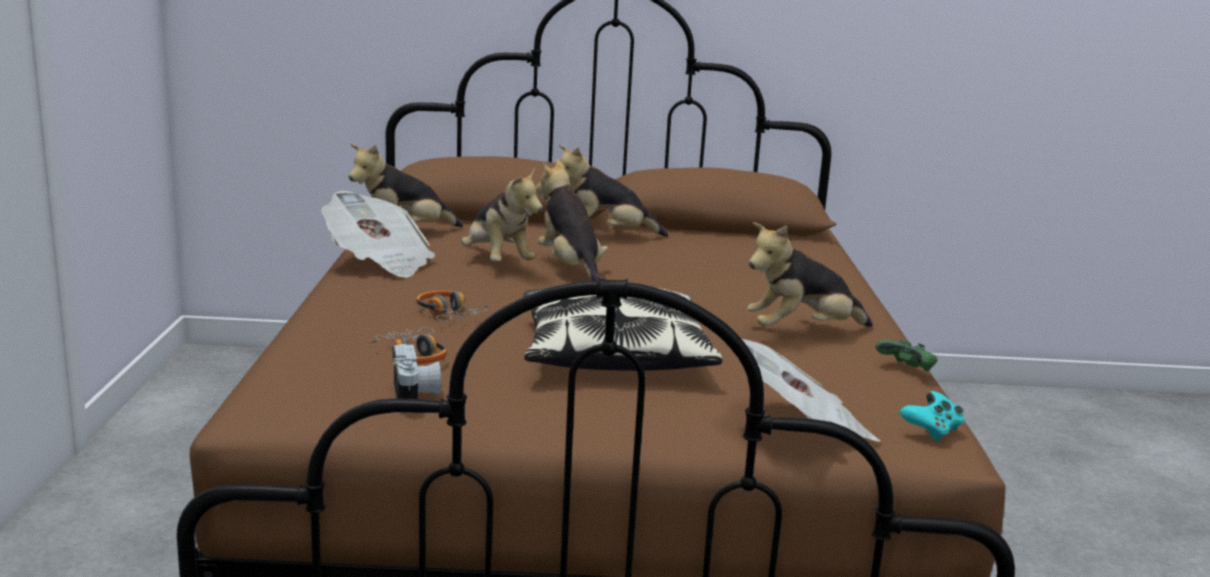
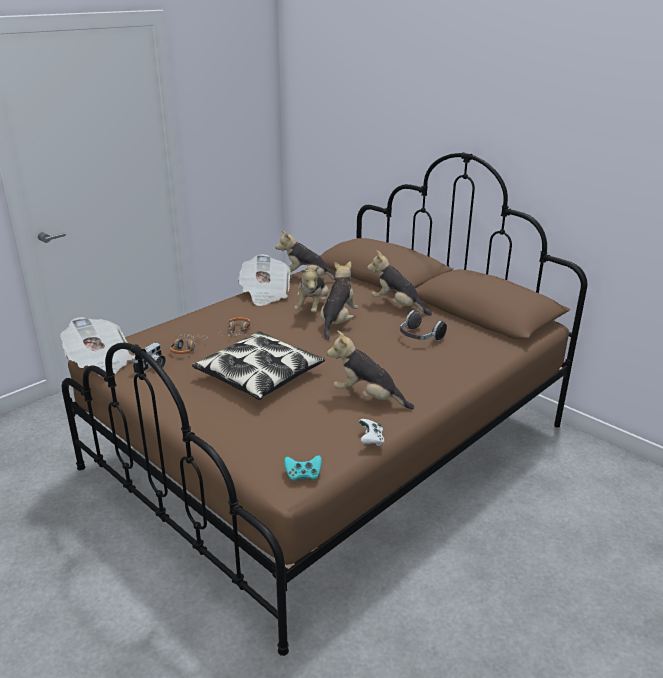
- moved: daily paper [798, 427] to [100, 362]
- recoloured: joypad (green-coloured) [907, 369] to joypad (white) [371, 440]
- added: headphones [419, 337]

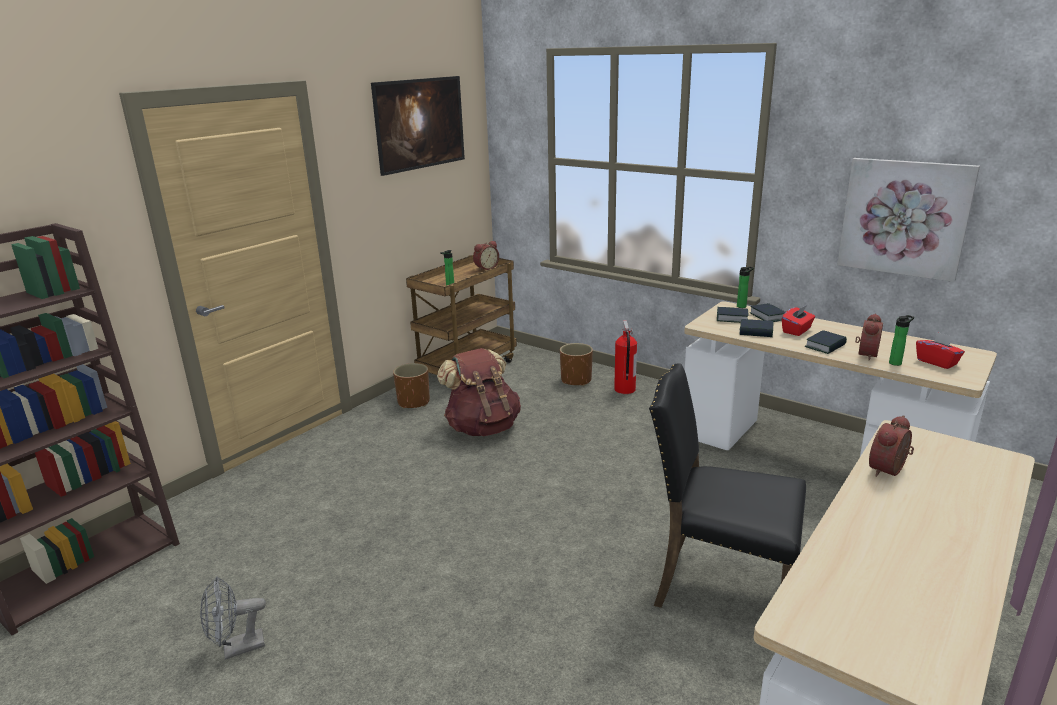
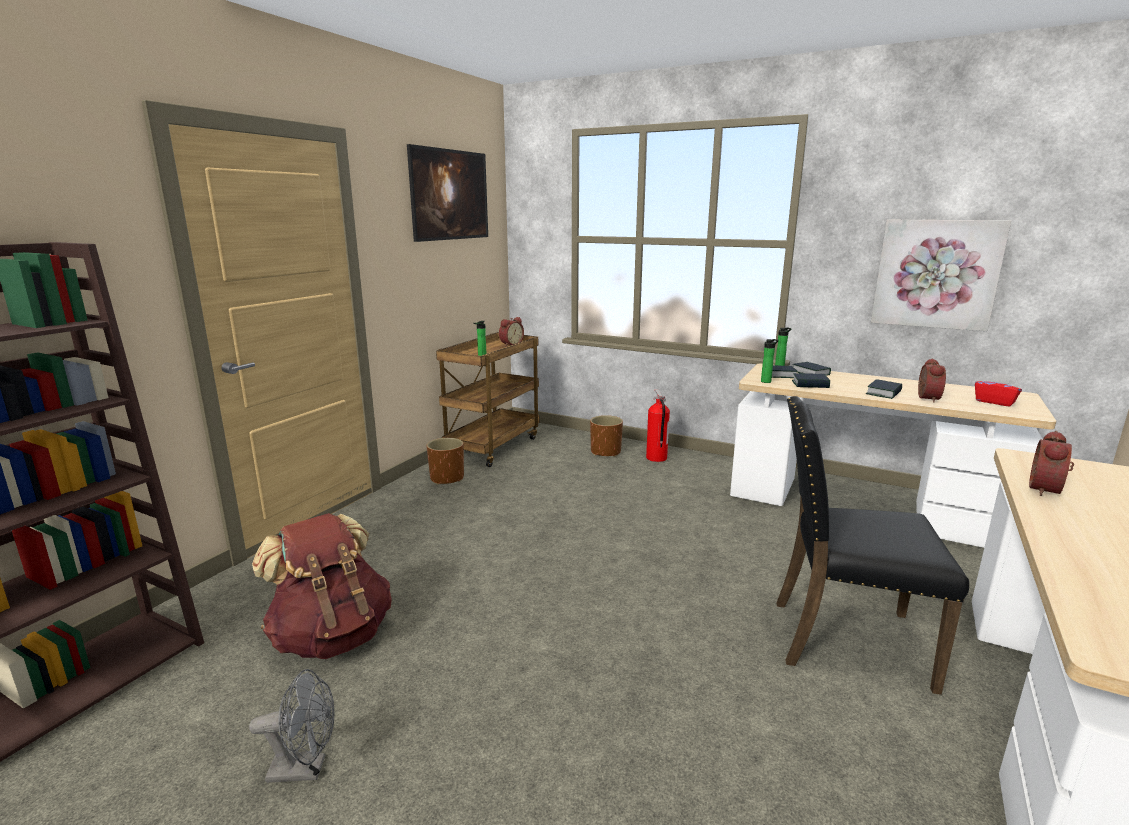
- turned: cooling fan (gray) [237, 649] = [306, 768] 150 degrees counterclockwise
- moved: knapsack (brown-coloured) [482, 427] to [332, 636]
- removed: tissue holder (red-coloured) [797, 330]
- moved: beverage bottle [896, 363] to [767, 381]

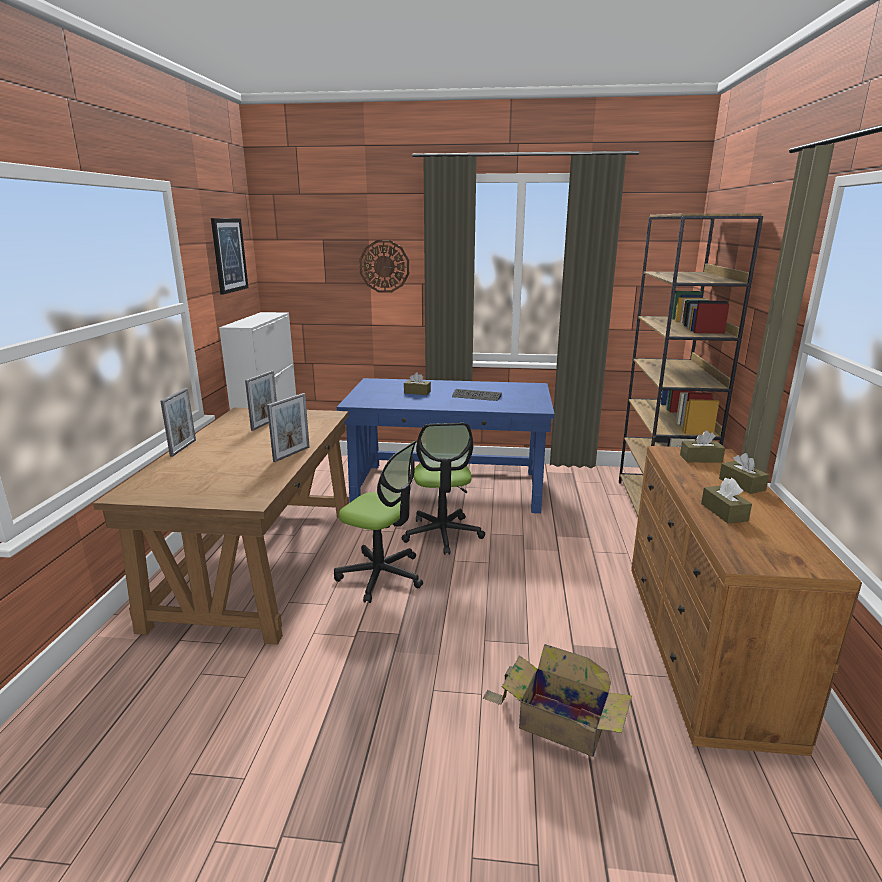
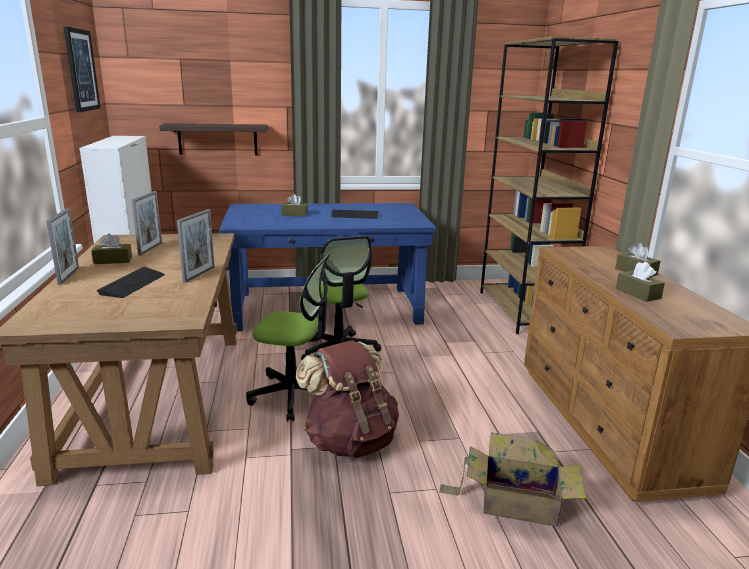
- removed: hanging clock [384, 266]
- moved: tissue holder (brown-coloured) [700, 458] to [113, 260]
- added: computer keyboard [132, 284]
- added: shelf [218, 139]
- added: knapsack (brown-coloured) [350, 440]

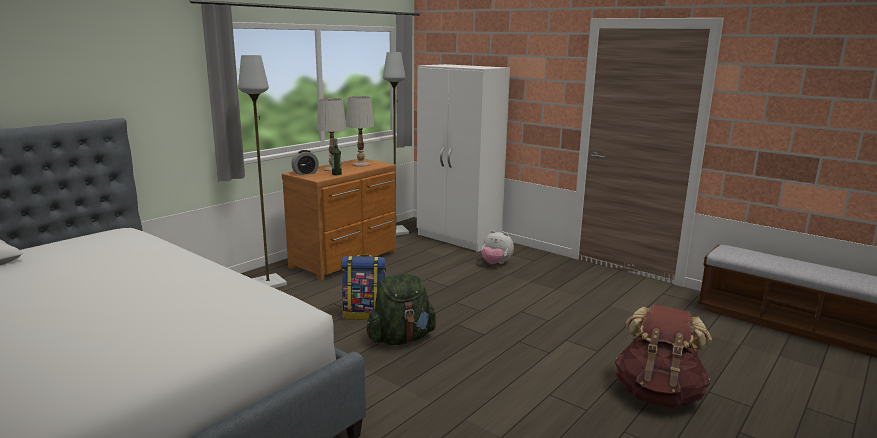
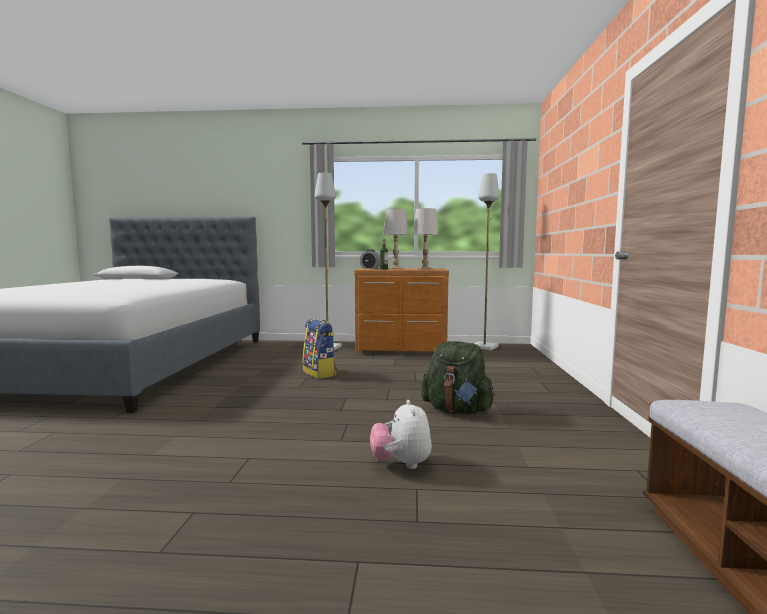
- moved: knapsack (green-coloured) [401, 339] to [457, 410]
- removed: armoire (white) [459, 238]
- moved: cuddly toy [496, 264] to [401, 464]
- removed: knapsack (brown-coloured) [658, 394]

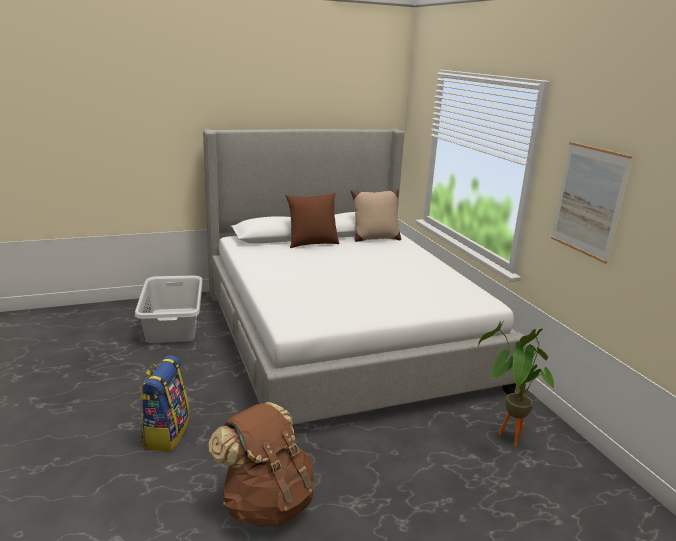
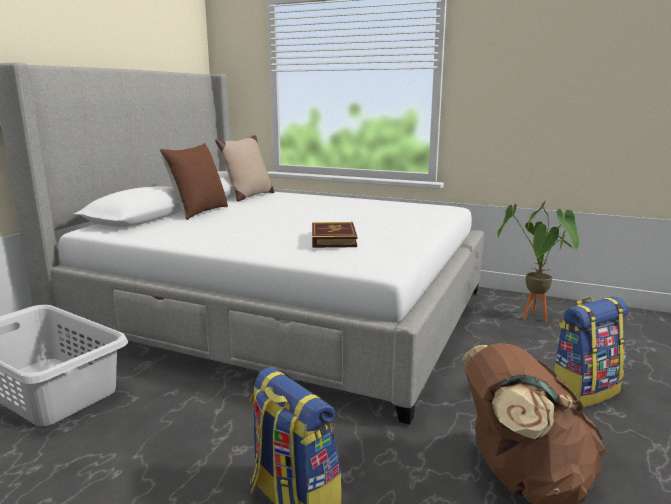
- removed: wall picture [588, 201]
- added: volume [333, 239]
- added: knapsack [583, 391]

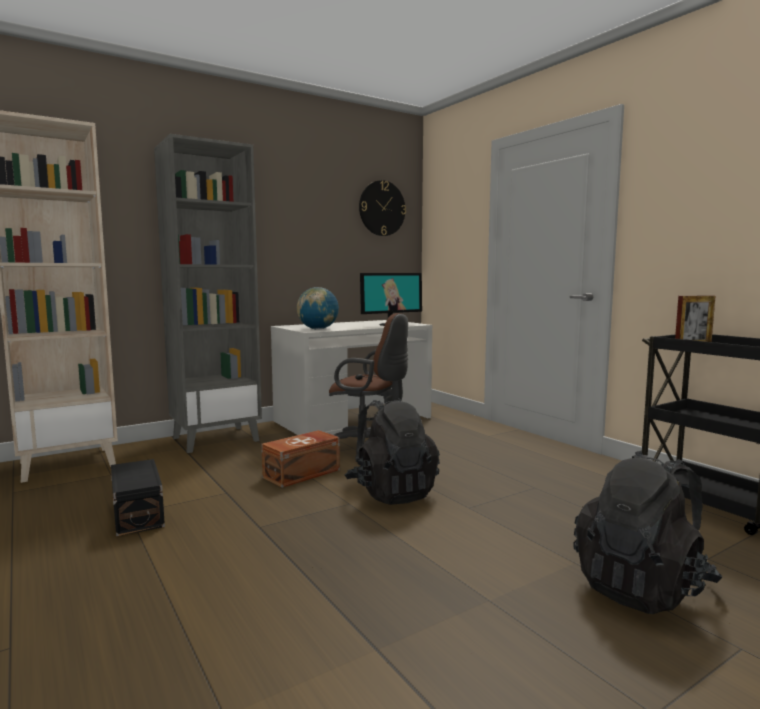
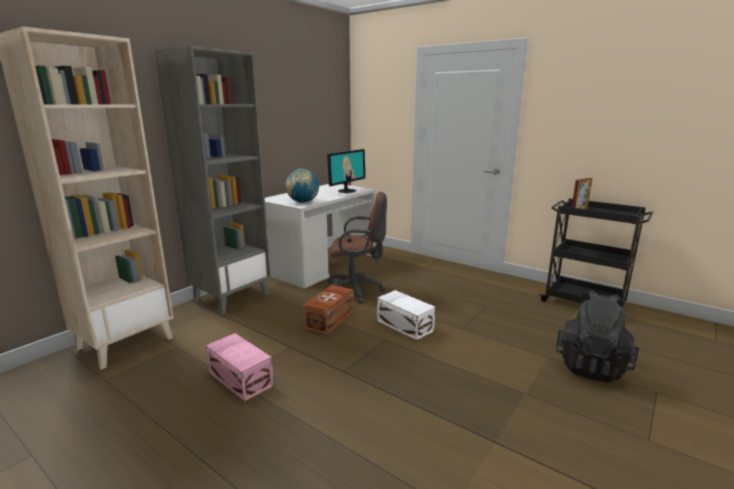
- recoloured: storage bin (black) [139, 513] to storage bin (pinkish) [241, 378]
- replaced: knapsack (black) [391, 492] to storage bin (white) [404, 325]
- removed: hanging clock [382, 208]

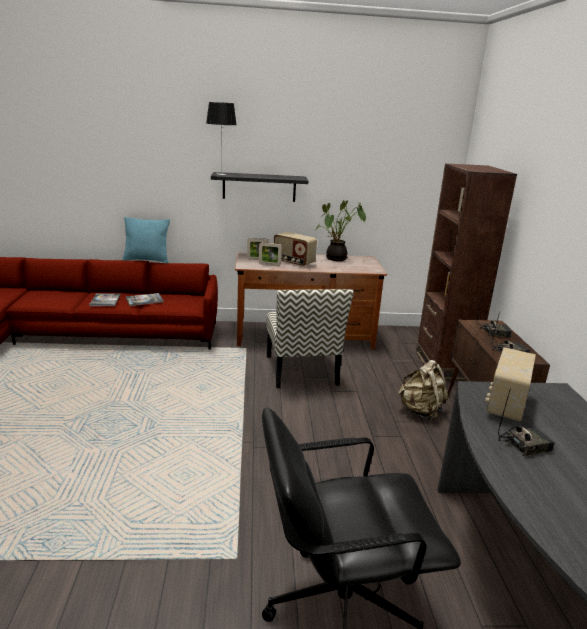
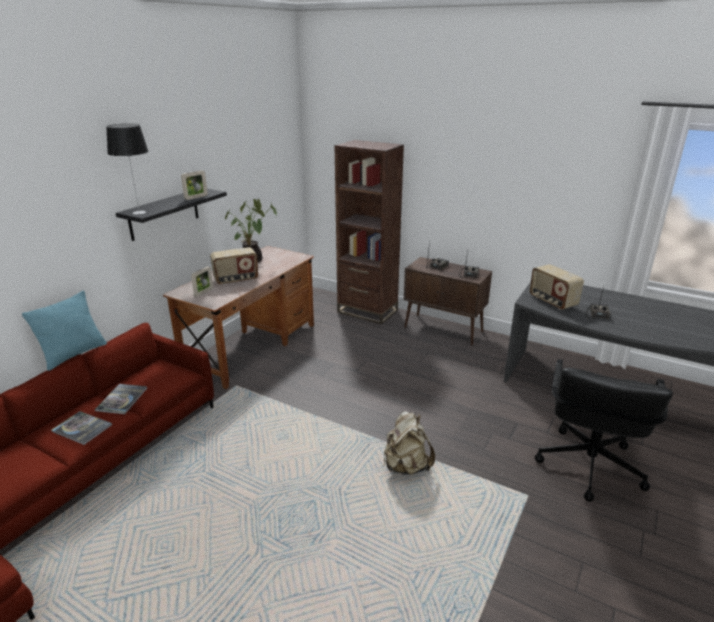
- moved: picture frame [269, 264] to [196, 197]
- removed: upright chair [302, 371]
- moved: knapsack (beige-coloured) [420, 411] to [406, 466]

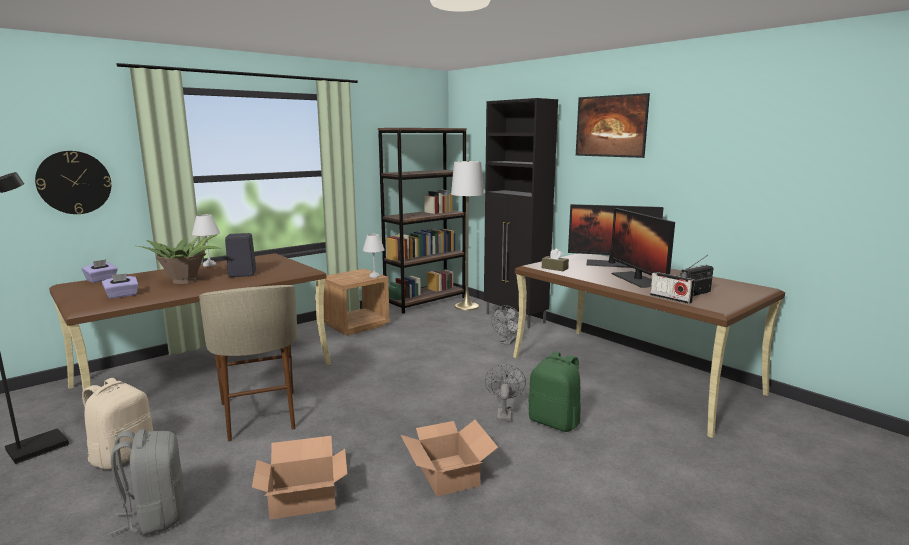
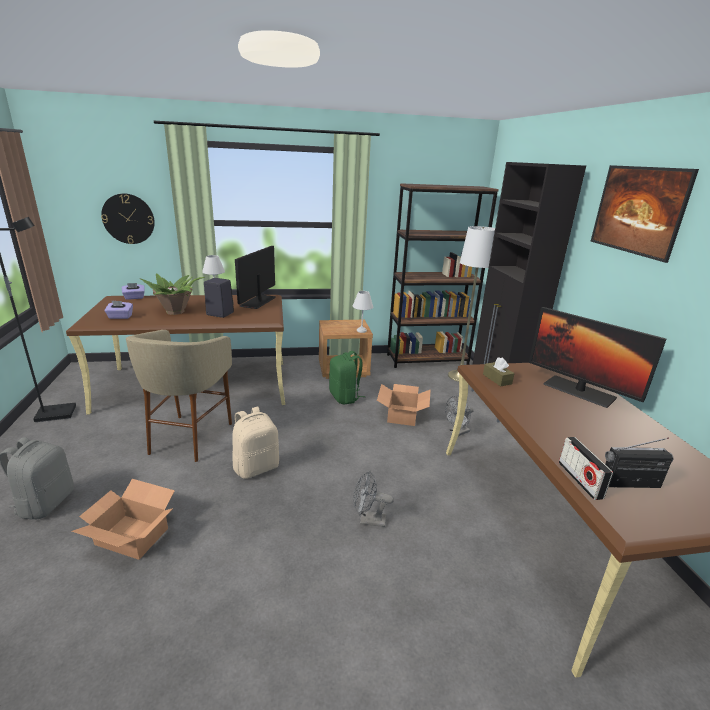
- moved: knapsack (beige-coloured) [122, 455] to [256, 467]
- moved: packing box [449, 474] to [402, 414]
- turned: cooling fan (gray) [503, 413] = [368, 520] 120 degrees counterclockwise
- moved: knapsack (green-coloured) [555, 422] to [345, 397]
- moved: monitor [636, 279] to [258, 301]

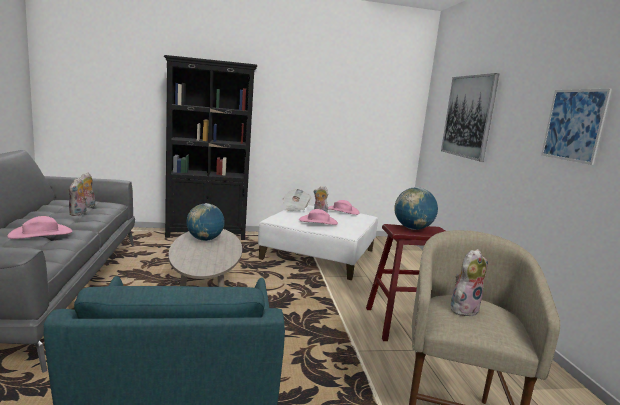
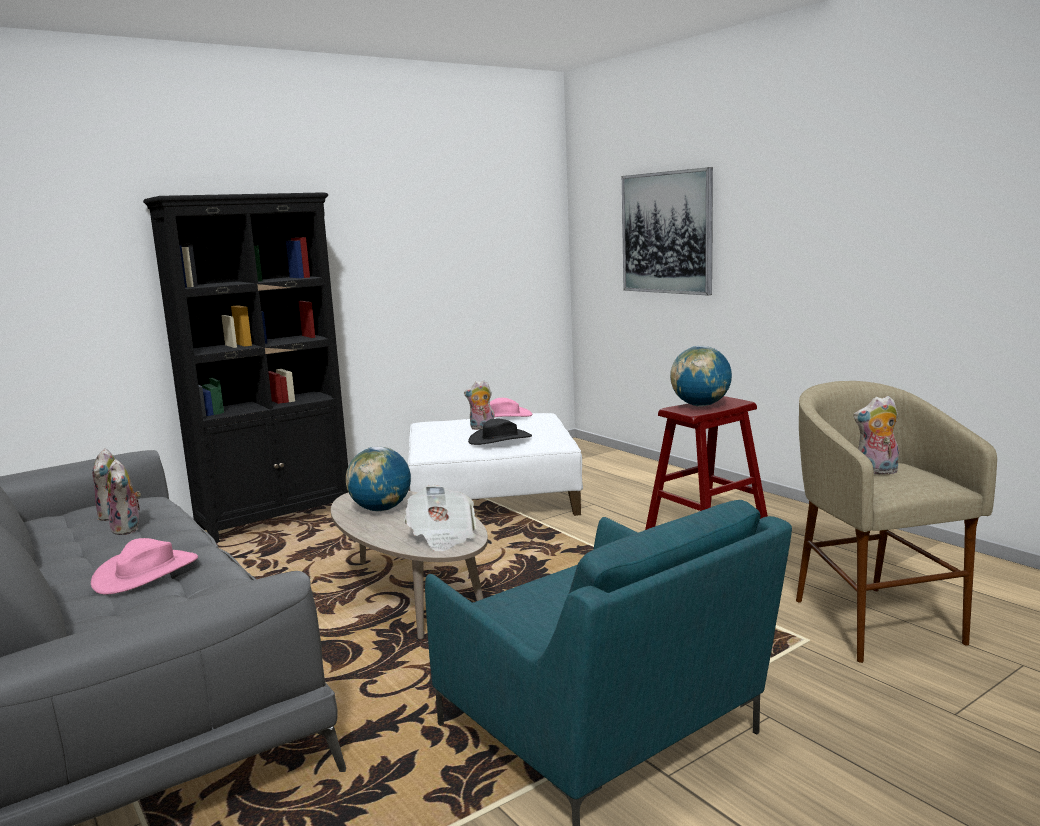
- moved: daily paper [295, 208] to [442, 537]
- recoloured: wearable hat (pinkish) [318, 221] to wearable hat (black) [500, 439]
- turned: cuddly toy [463, 309] = [876, 472] 120 degrees counterclockwise
- removed: wall picture [573, 125]

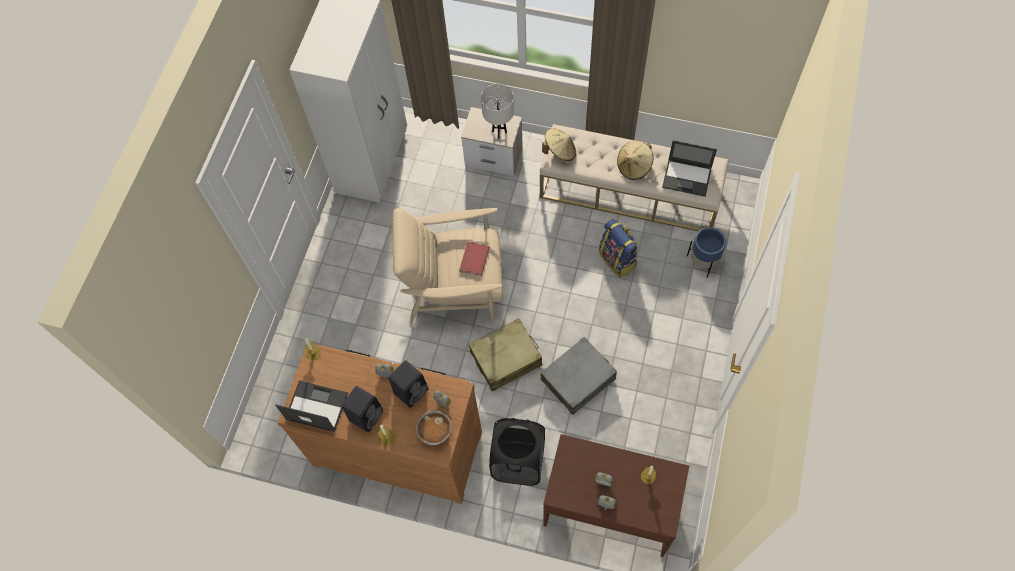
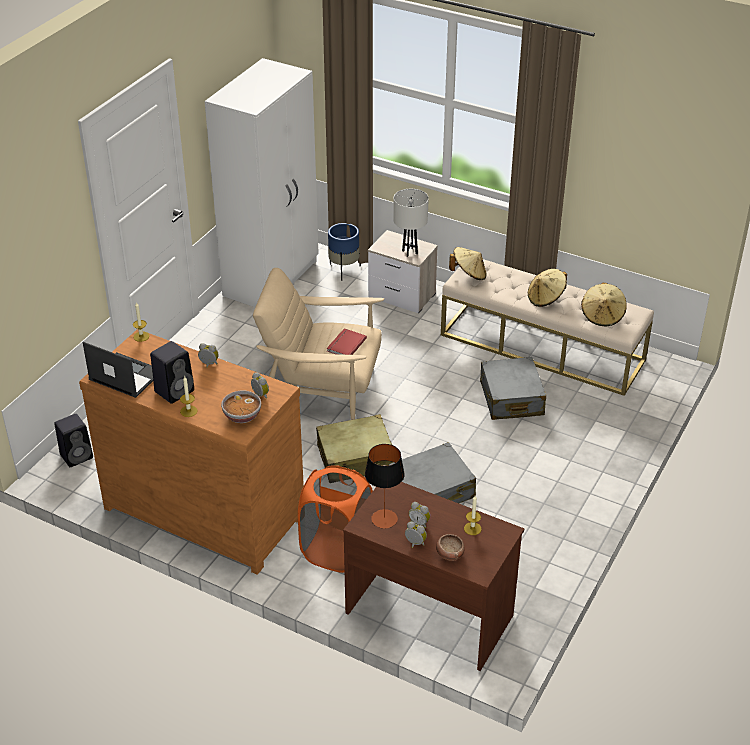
- moved: audio speaker (black) [411, 390] to [77, 455]
- recoloured: hamper (black) [518, 463] to hamper (orange) [336, 551]
- replaced: knapsack [618, 259] to travel case (gray) [511, 398]
- replaced: laptop [687, 177] to wearable hat (beige-coloured) [602, 316]
- moved: planter (blue) [703, 262] to [344, 270]
- added: lamp for a table [384, 519]
- added: serving bowl [449, 553]

